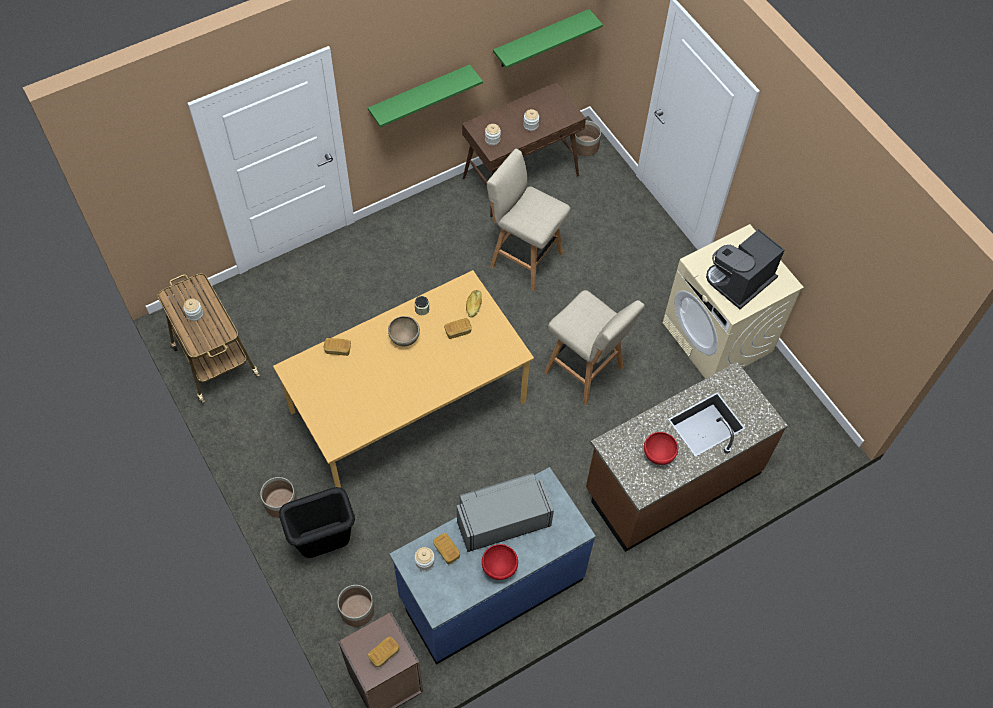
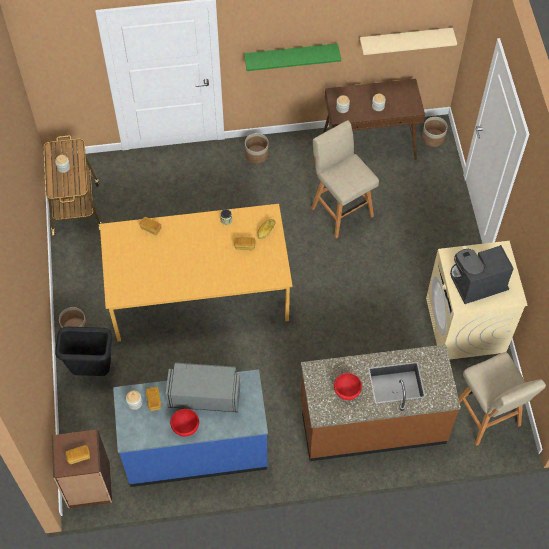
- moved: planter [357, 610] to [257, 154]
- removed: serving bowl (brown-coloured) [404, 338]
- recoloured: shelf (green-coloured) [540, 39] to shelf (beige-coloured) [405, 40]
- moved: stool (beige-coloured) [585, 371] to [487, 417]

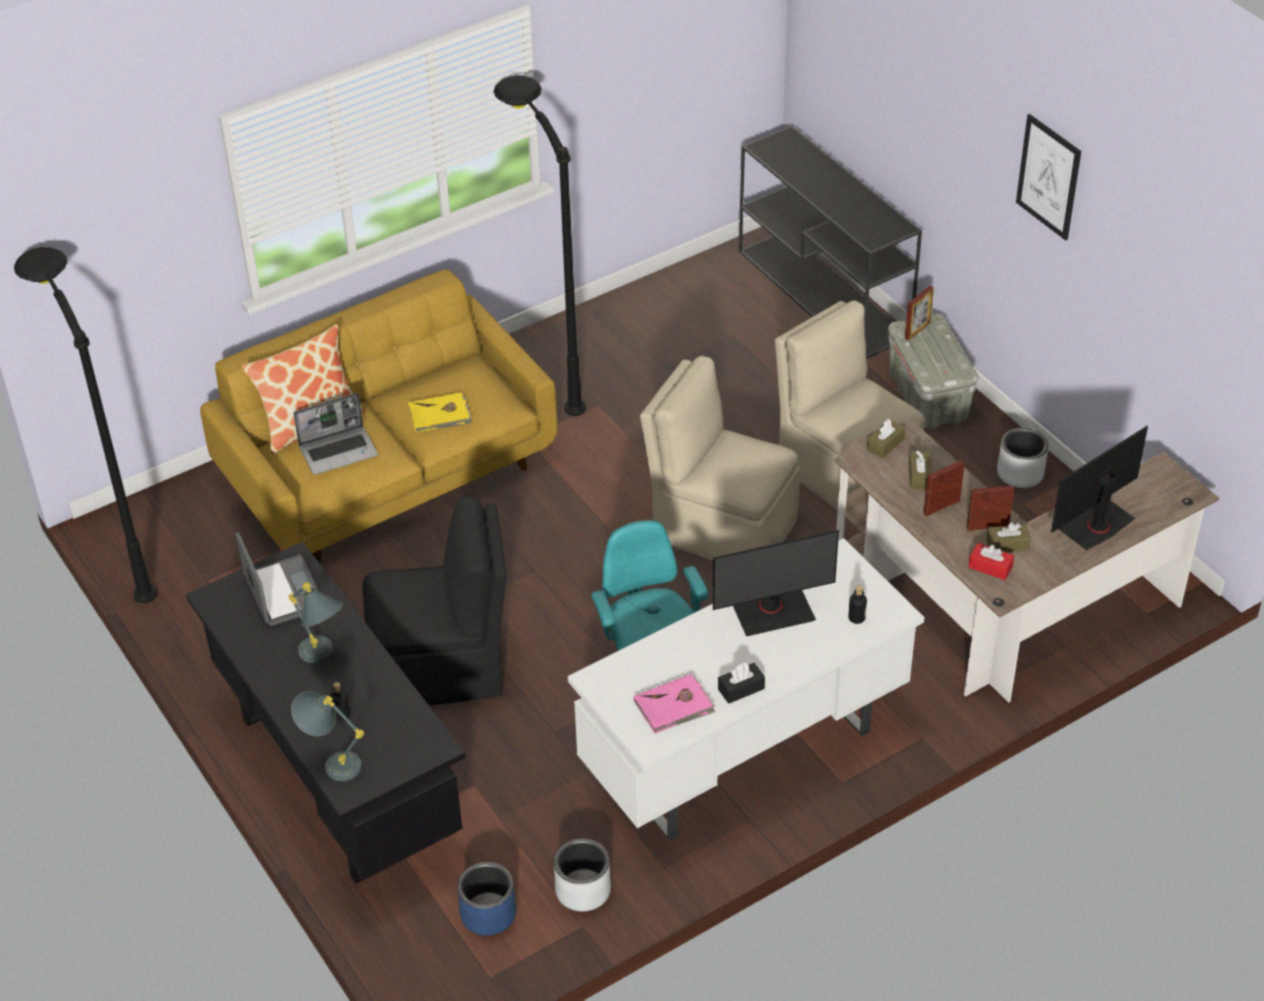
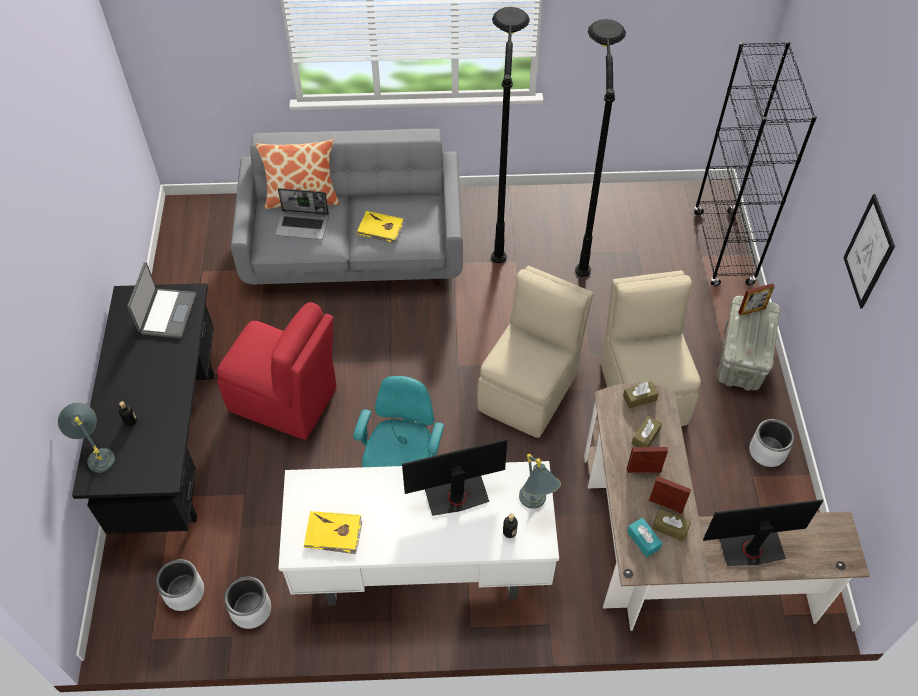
- moved: floor lamp (black) [120, 549] to [581, 233]
- recoloured: couch (yellow) [389, 474] to couch (gray) [355, 249]
- moved: lamp for a table (gray) [324, 657] to [535, 505]
- recoloured: upright chair (black) [441, 669] to upright chair (red-coloured) [285, 400]
- recoloured: planter (blue) [487, 914] to planter (gray) [184, 592]
- recoloured: volume (pinkish) [674, 706] to volume (yellow) [333, 533]
- turned: upright chair (beige-coloured) [721, 528] = [529, 390] 60 degrees clockwise
- turned: monitor [772, 610] = [455, 493] 150 degrees clockwise
- removed: tissue holder (black) [741, 689]
- replaced: console table (black) [825, 294] to shelving unit (black) [723, 248]
- recoloured: tissue holder (red-coloured) [990, 567] to tissue holder (turquoise-coloured) [643, 540]

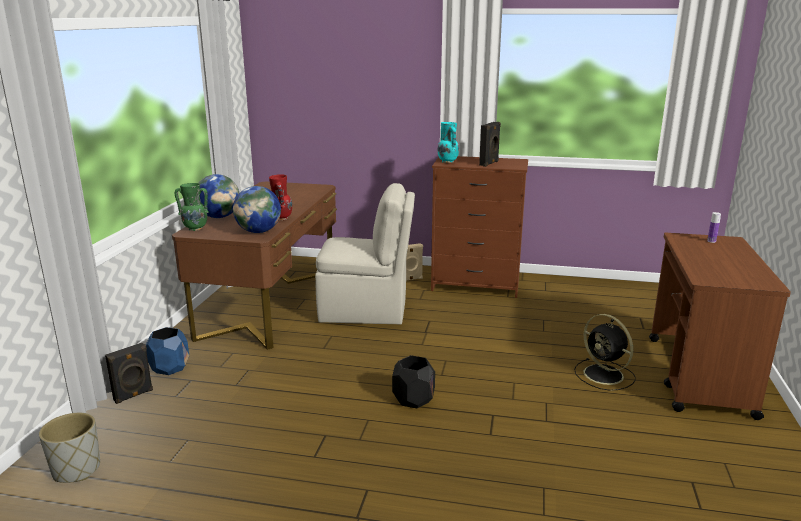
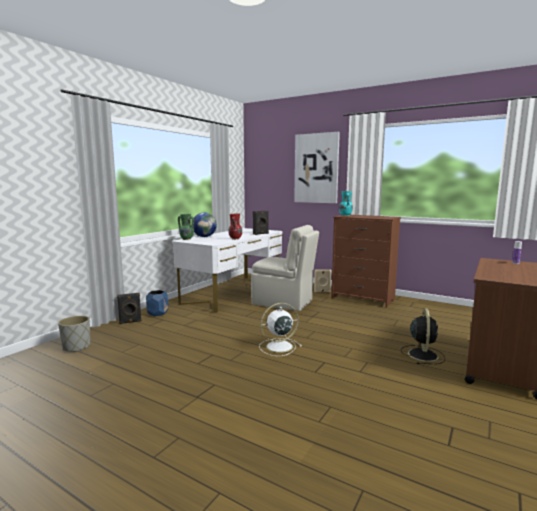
- recoloured: desk (brown-coloured) [270, 302] to desk (white) [233, 293]
- removed: desk globe [259, 231]
- replaced: planter (black) [413, 400] to cooling fan (white) [278, 347]
- moved: audio speaker (black) [489, 163] to [261, 234]
- turned: cooling fan (black) [605, 375] = [422, 354] 150 degrees counterclockwise
- added: wall picture [316, 168]

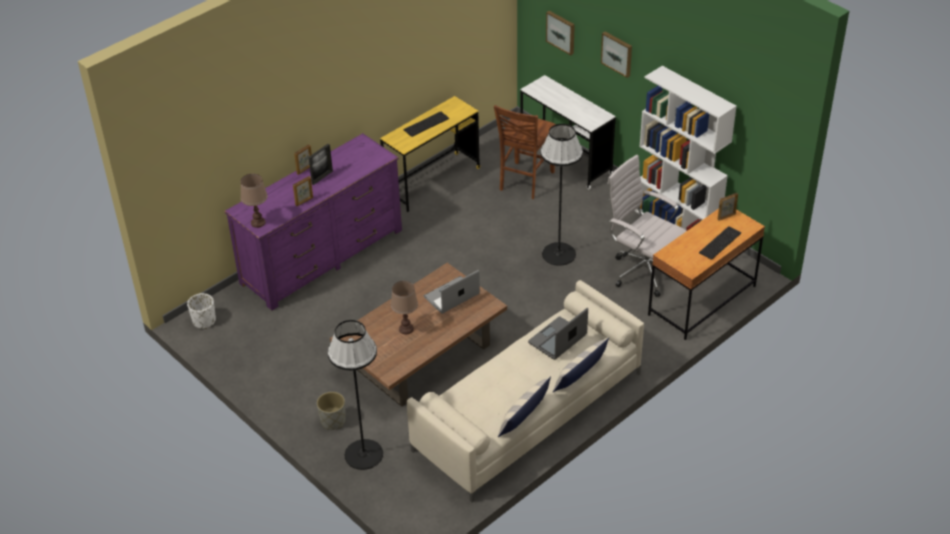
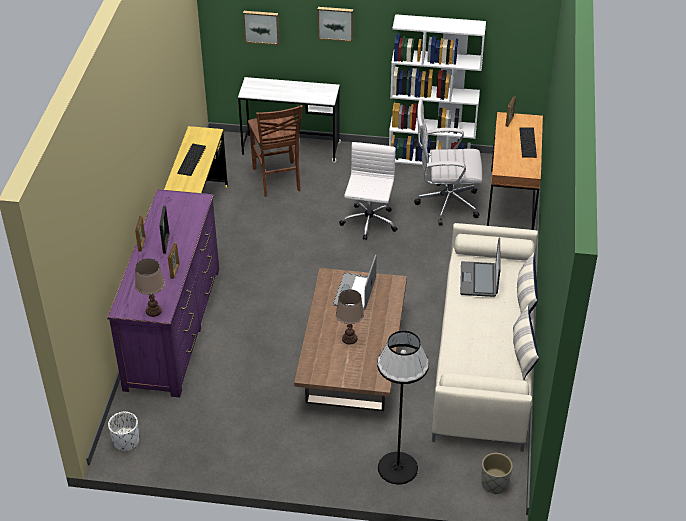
- moved: planter (gray) [333, 421] to [494, 483]
- replaced: floor lamp (black) [559, 254] to computer chair (white) [368, 223]

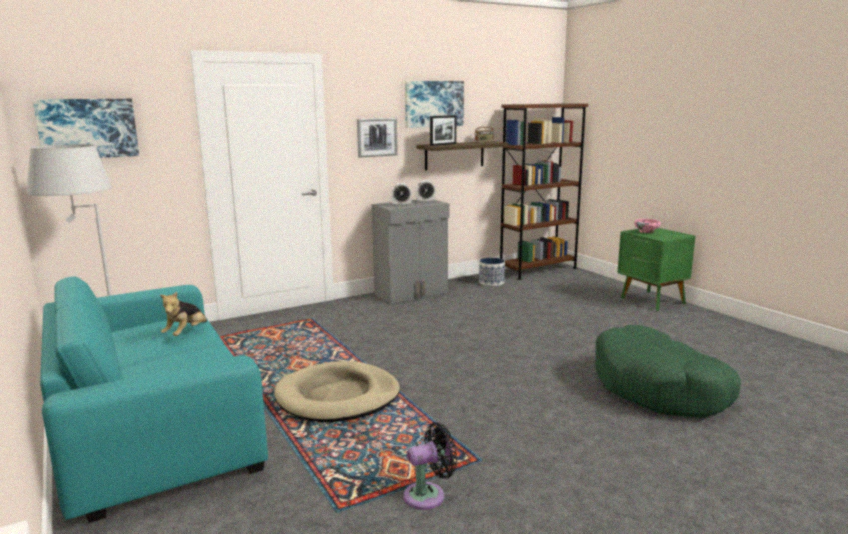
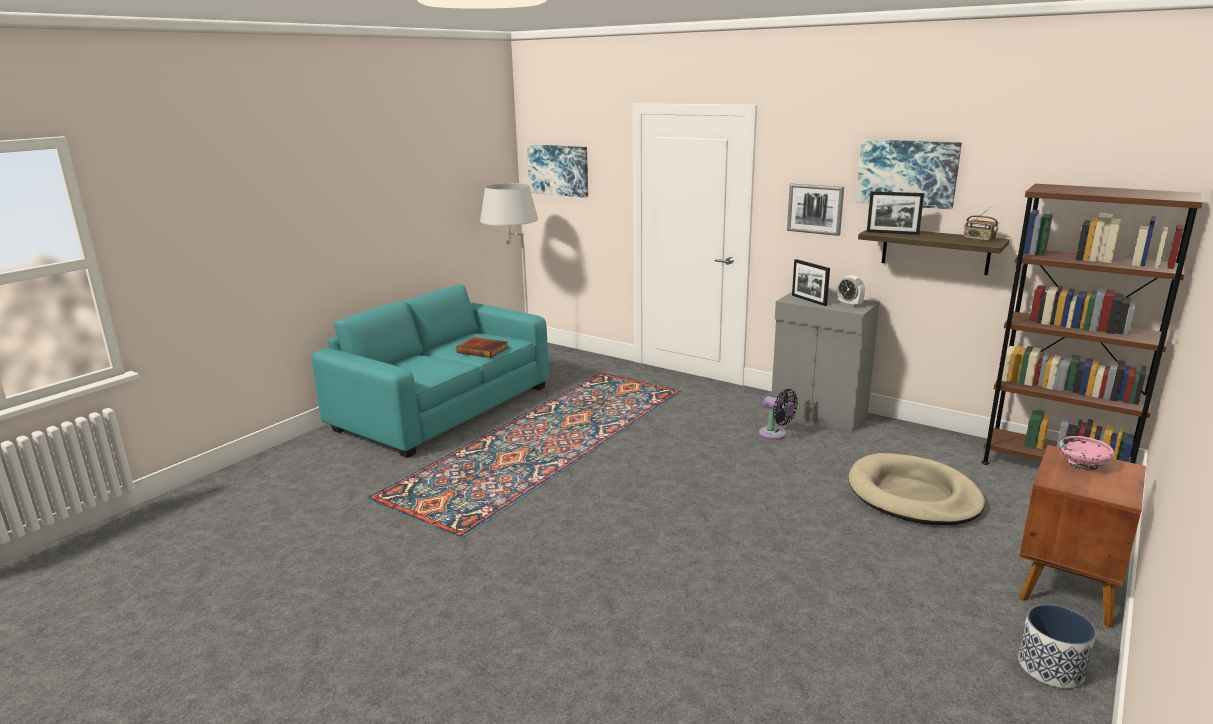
- replaced: cuddly toy [186, 333] to volume [483, 350]
- moved: pet bed (beige-coloured) [338, 397] to [913, 495]
- replaced: alarm clock [401, 205] to picture frame [809, 300]
- moved: cooling fan (black) [428, 495] to [775, 434]
- moved: planter [491, 282] to [1050, 667]
- removed: pet bed (green-coloured) [659, 388]
- recoloured: bedside table (green-coloured) [652, 301] to bedside table (brown-coloured) [1066, 590]

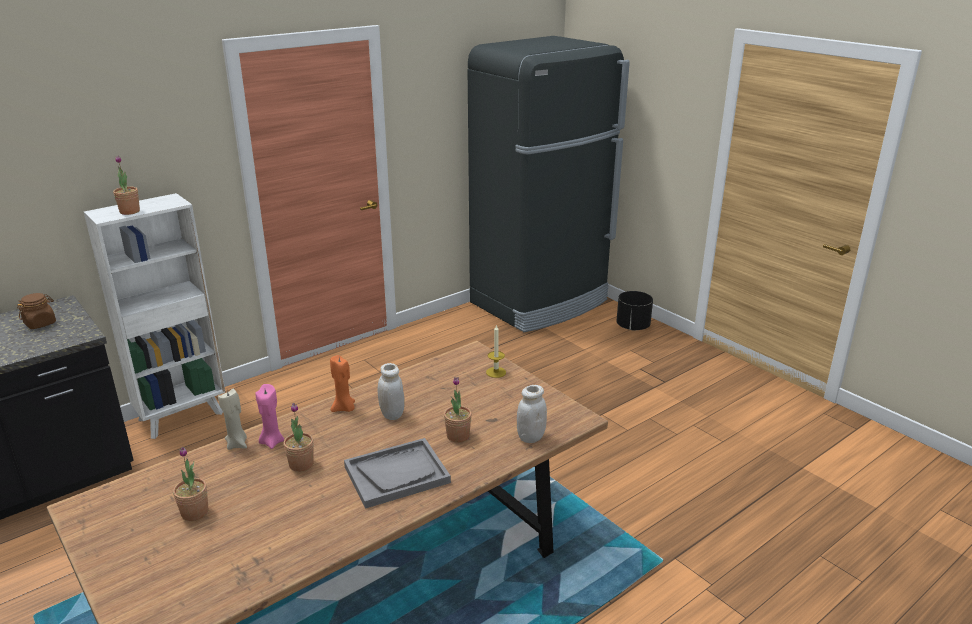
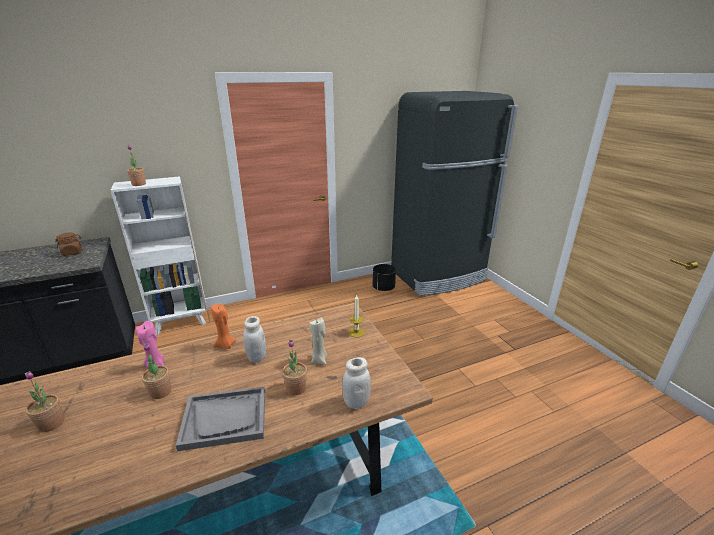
- moved: wax candle (beige-coloured) [237, 444] to [319, 359]
- moved: planter (black) [632, 326] to [383, 288]

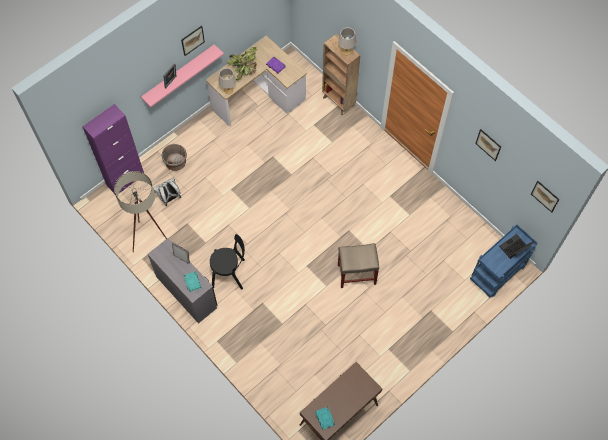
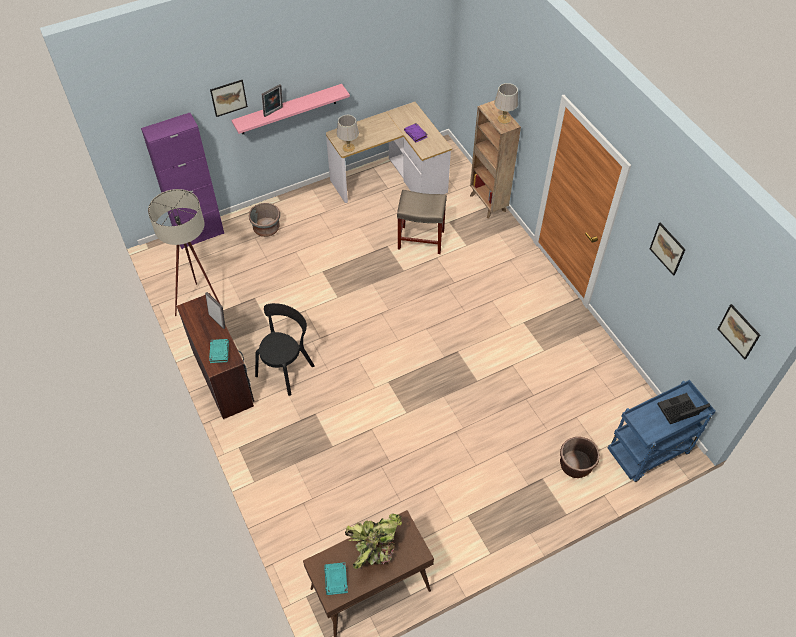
- recoloured: desk (gray) [187, 291] to desk (brown-coloured) [223, 377]
- removed: knapsack (white) [169, 198]
- moved: wall picture [192, 40] to [228, 98]
- turned: upright chair (black) [230, 273] = [286, 368] 75 degrees counterclockwise
- moved: potted plant [245, 69] to [374, 547]
- moved: stool (beige-coloured) [356, 274] to [420, 239]
- added: planter (brown-coloured) [575, 465]

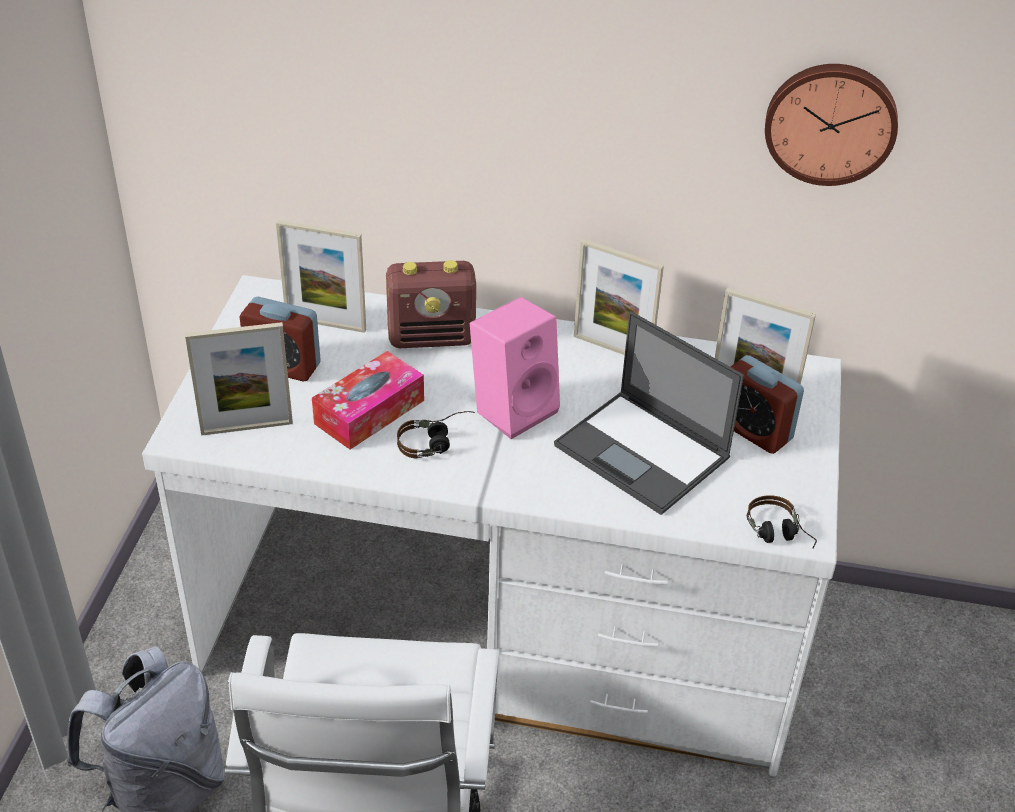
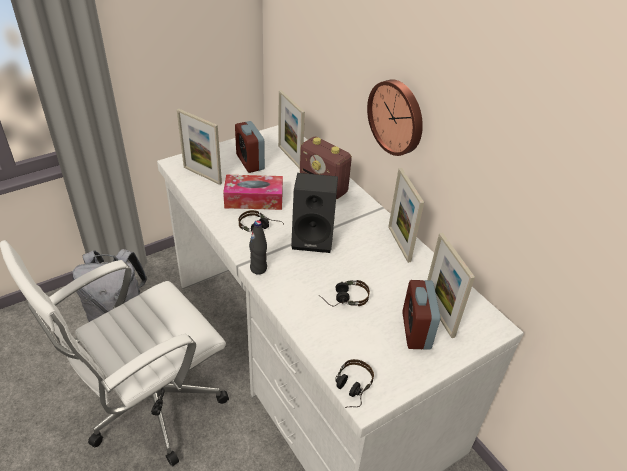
- recoloured: audio speaker (pinkish) [514, 408] to audio speaker (black) [314, 238]
- replaced: laptop [644, 453] to headphones [343, 298]
- moved: hanging clock [830, 122] to [397, 117]
- added: beverage bottle (black) [258, 268]

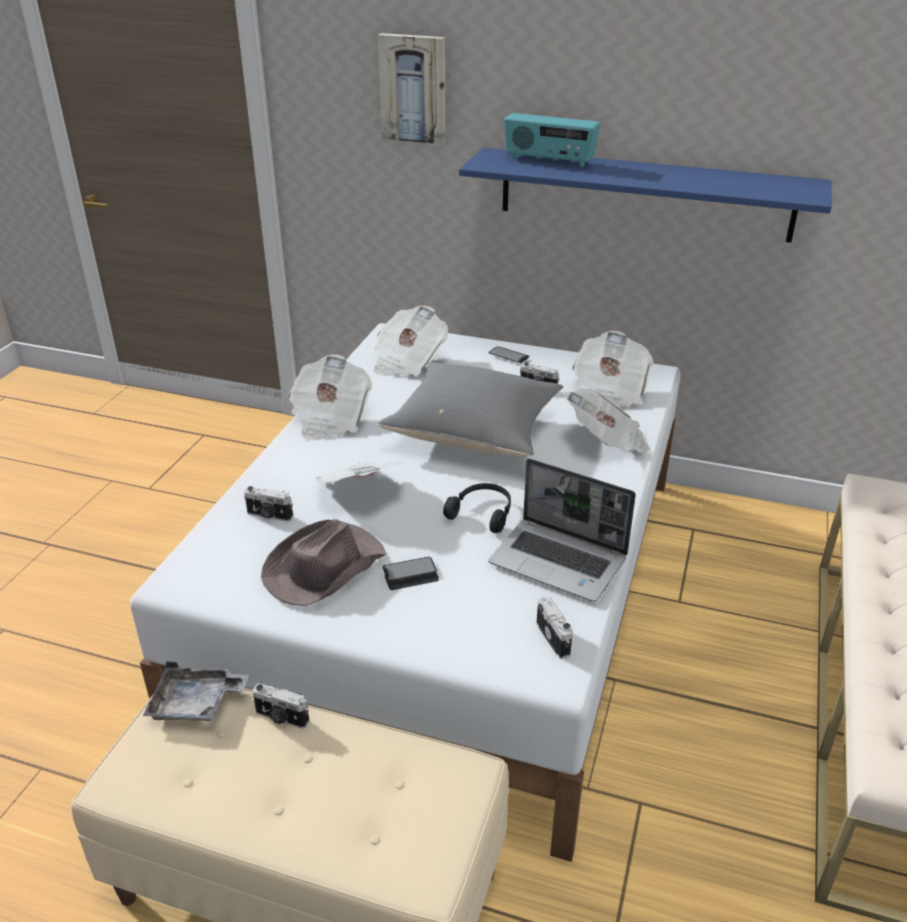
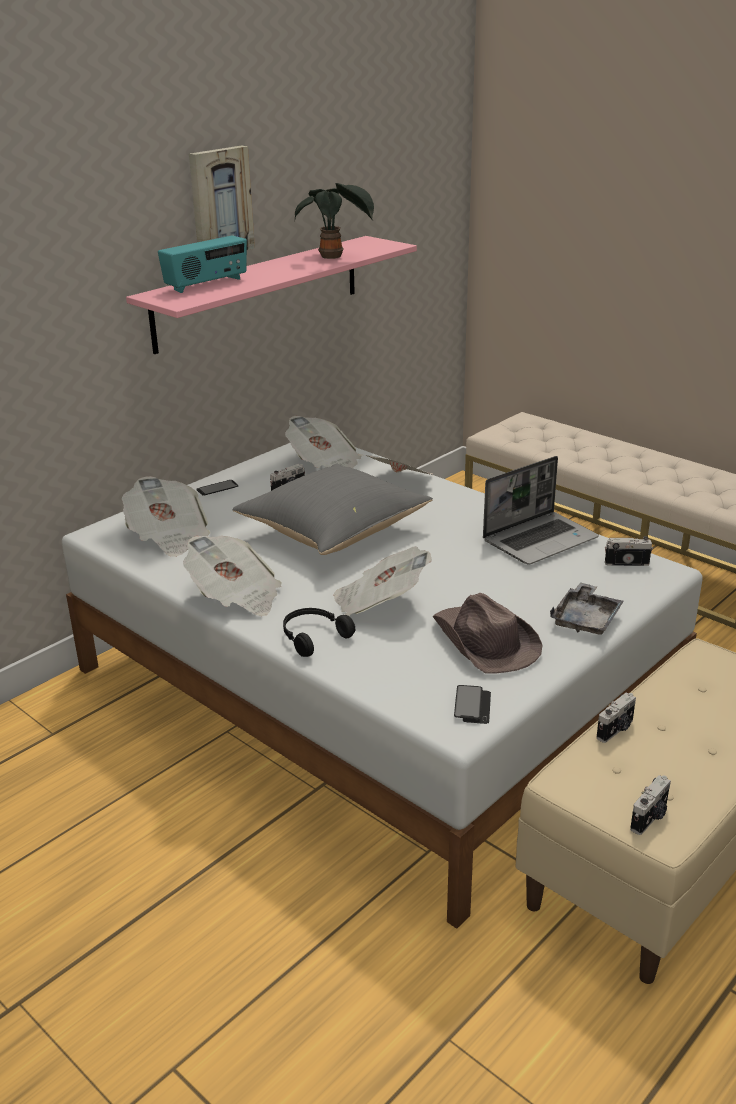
- moved: carrying tray (gray) [196, 703] to [586, 619]
- moved: photo camera [269, 516] to [650, 818]
- moved: wall picture [414, 88] to [219, 202]
- moved: phone [410, 575] to [472, 706]
- moved: headphones (black) [482, 513] to [313, 637]
- recoloured: shelf (blue) [645, 194] to shelf (pinkish) [259, 292]
- added: potted plant [334, 257]

